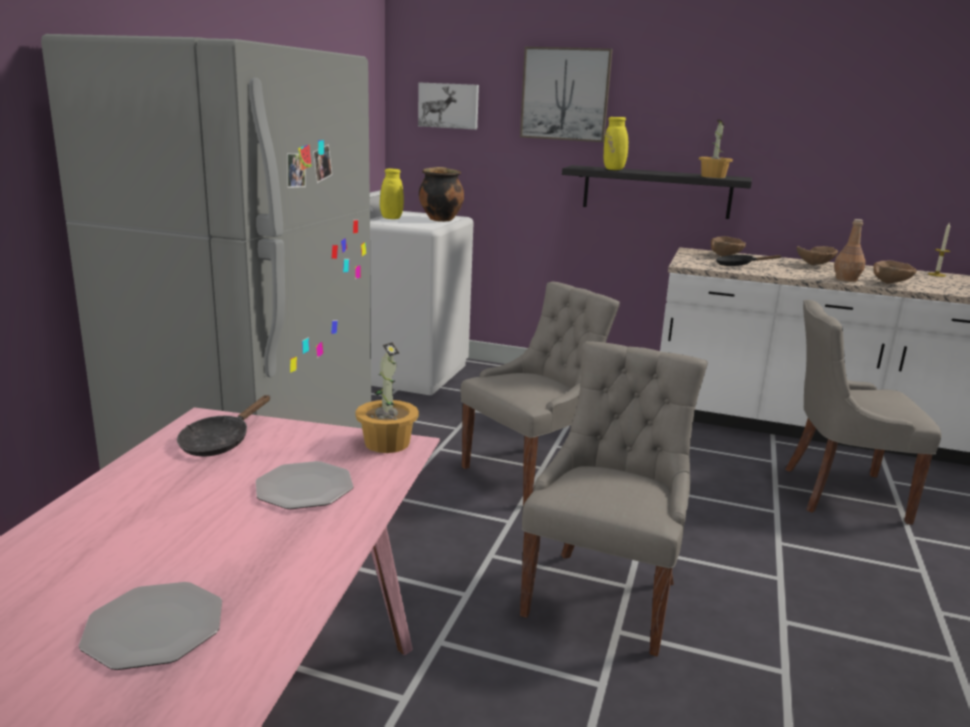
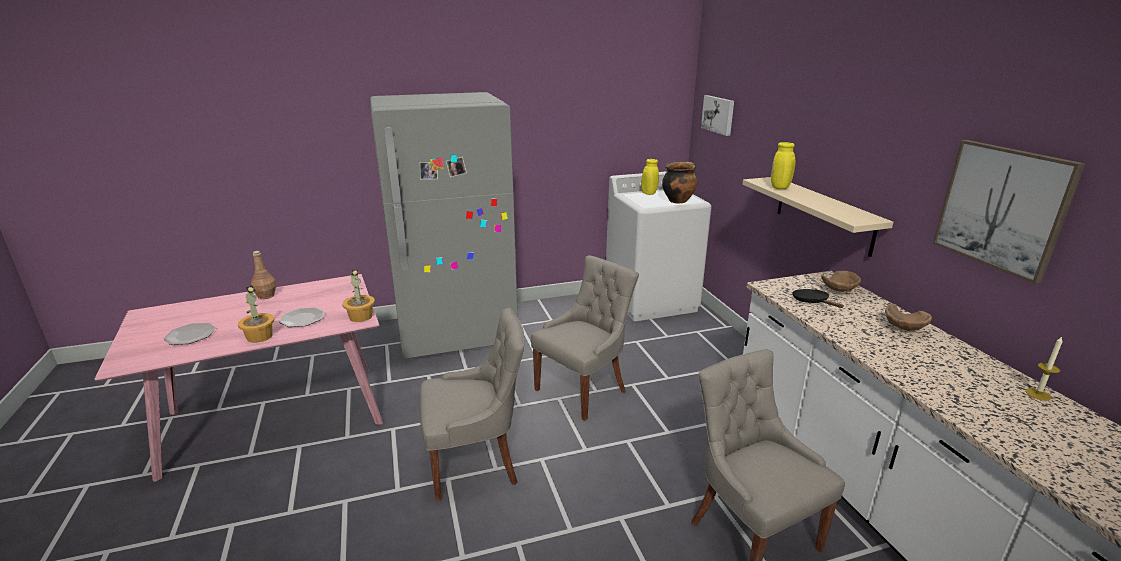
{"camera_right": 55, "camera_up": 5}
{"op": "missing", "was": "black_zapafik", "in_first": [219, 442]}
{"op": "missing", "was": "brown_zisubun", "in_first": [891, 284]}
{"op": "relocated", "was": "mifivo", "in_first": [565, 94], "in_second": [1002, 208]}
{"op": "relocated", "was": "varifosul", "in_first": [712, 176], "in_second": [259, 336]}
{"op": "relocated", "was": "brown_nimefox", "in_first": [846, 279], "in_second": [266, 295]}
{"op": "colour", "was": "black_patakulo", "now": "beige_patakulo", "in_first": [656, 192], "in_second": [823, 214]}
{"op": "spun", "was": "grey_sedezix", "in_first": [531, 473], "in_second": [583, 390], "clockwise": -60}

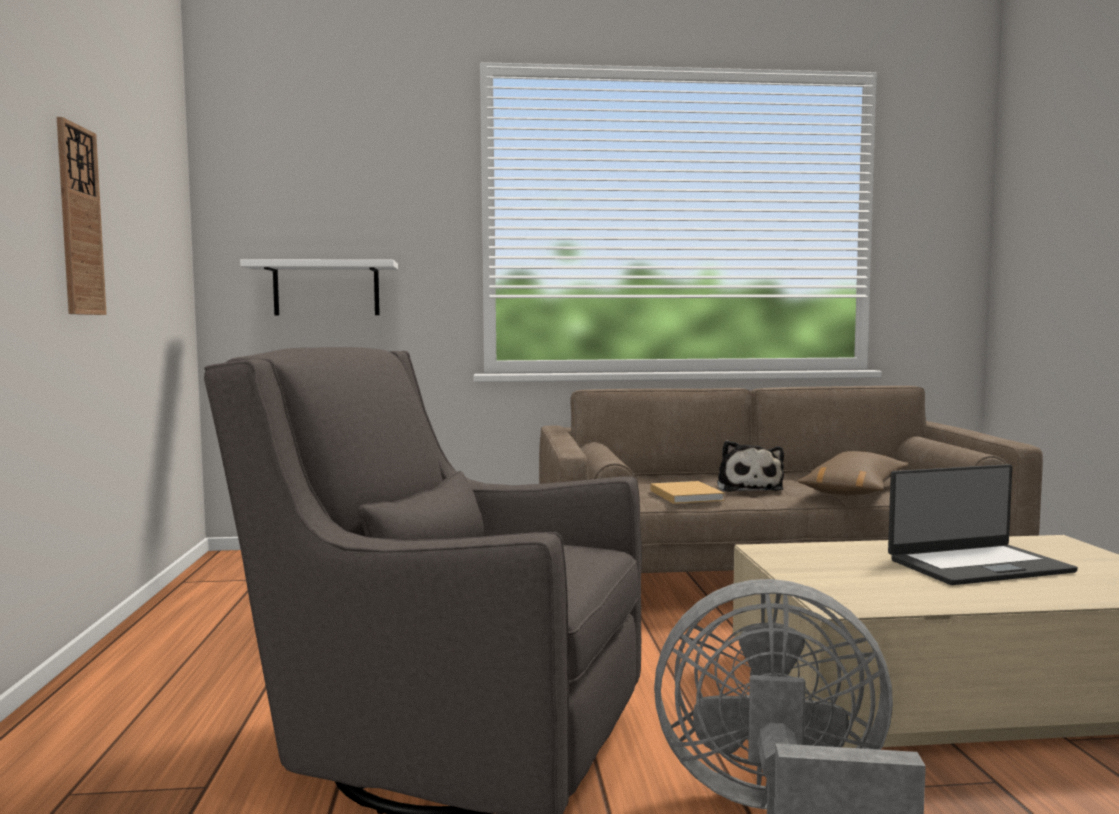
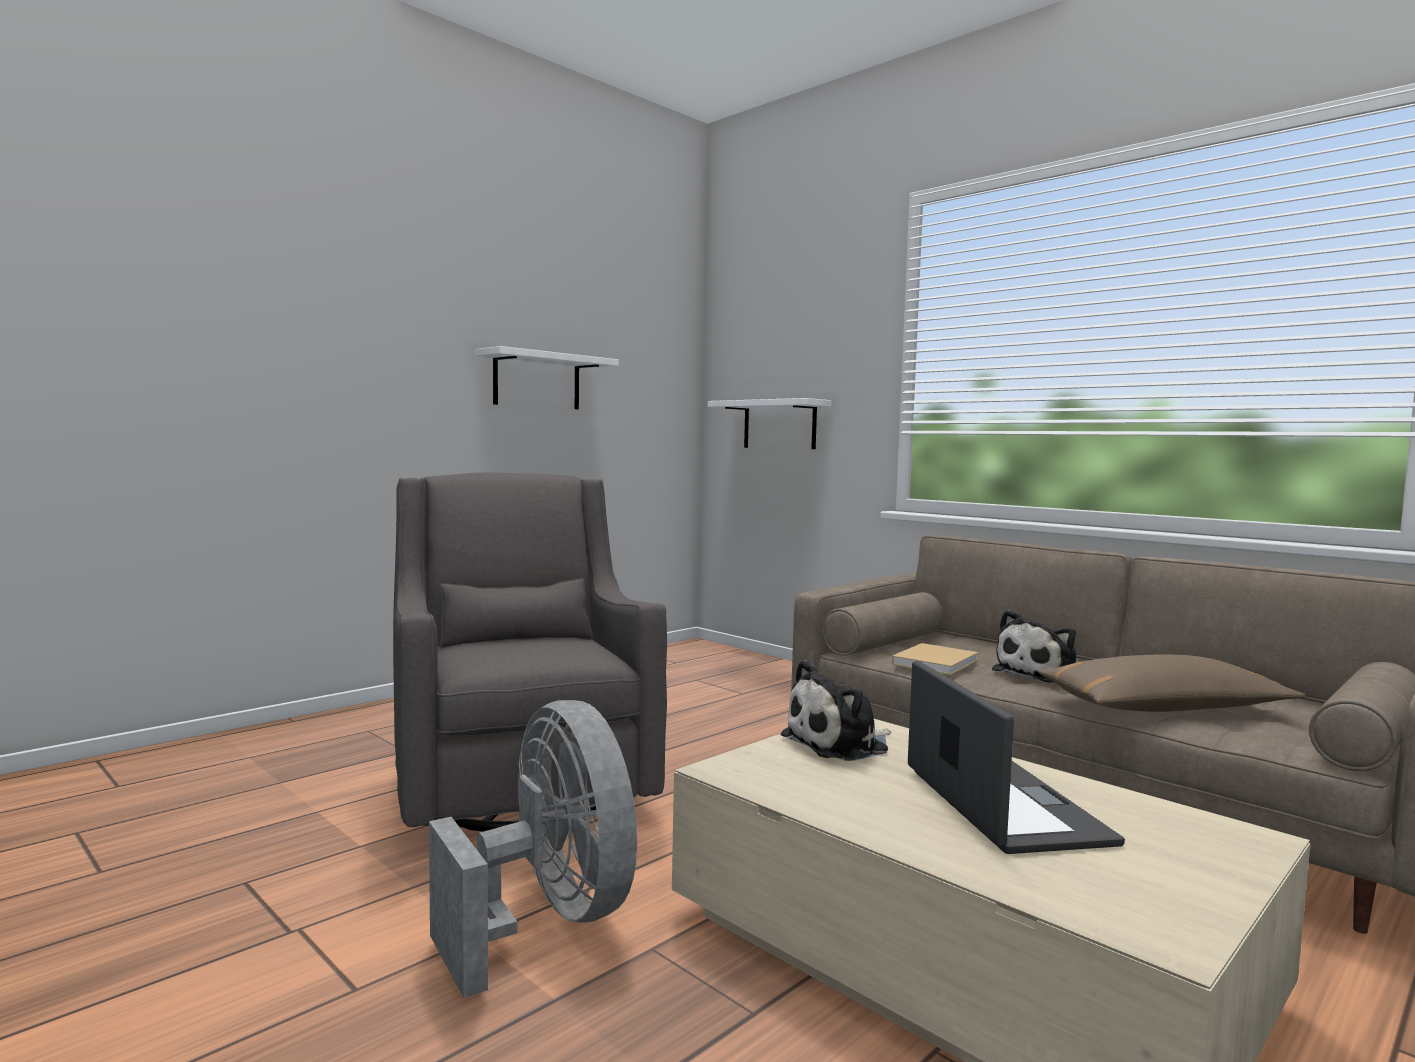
{"camera_right": 50, "camera_up": 0}
{"op": "appeared", "now": "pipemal", "in_second": [840, 744]}
{"op": "exchanged", "was": "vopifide", "now": "white_patakulo", "in_first": [79, 221], "in_second": [537, 381]}
{"op": "spun", "was": "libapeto", "in_first": [977, 565], "in_second": [1001, 806], "clockwise": -135}

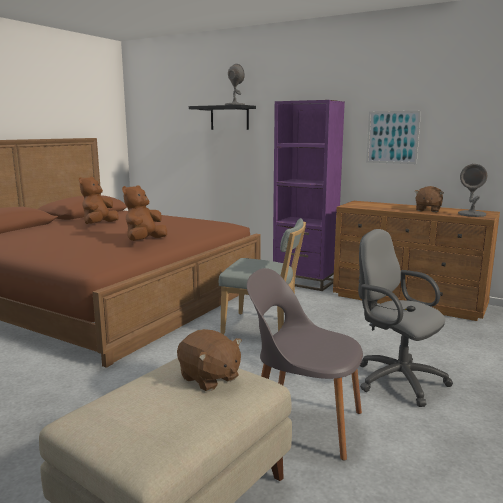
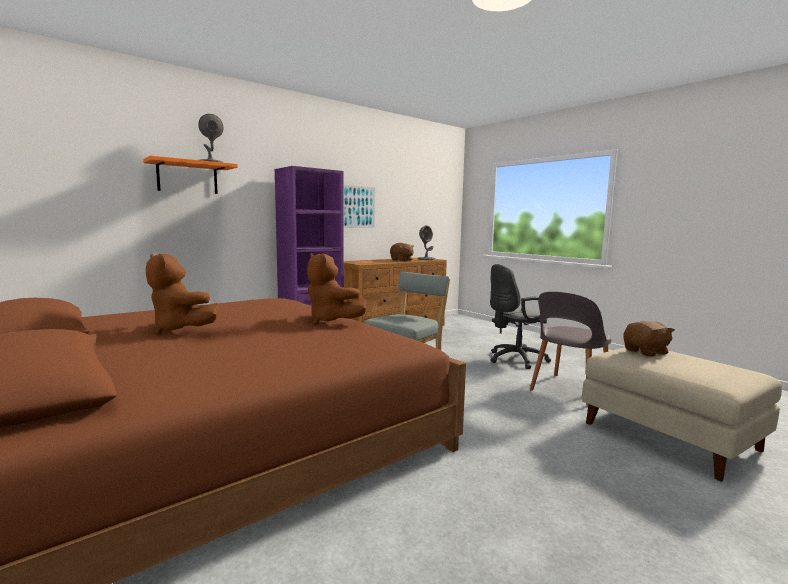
{"camera_right": -70, "camera_up": -5}
{"op": "colour", "was": "black_patakulo", "now": "orange_patakulo", "in_first": [229, 118], "in_second": [187, 177]}

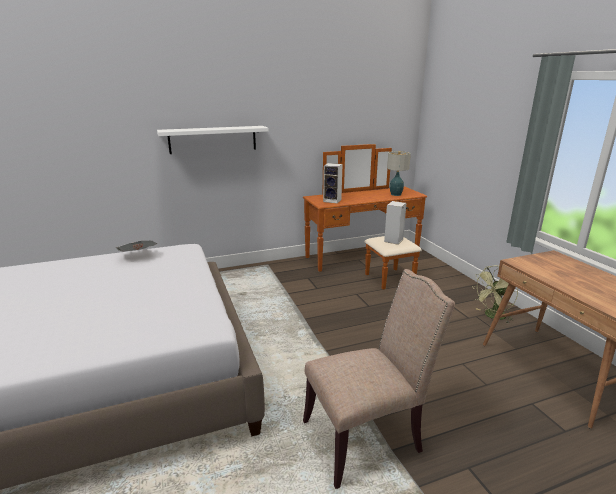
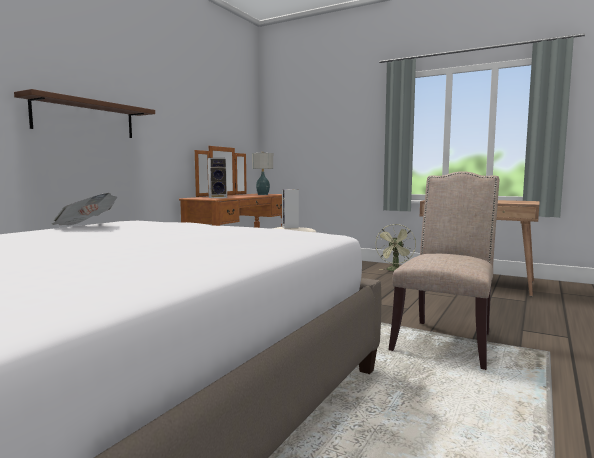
{"camera_right": -40, "camera_up": -15}
{"op": "colour", "was": "white_patakulo", "now": "brown_patakulo", "in_first": [213, 139], "in_second": [85, 118]}

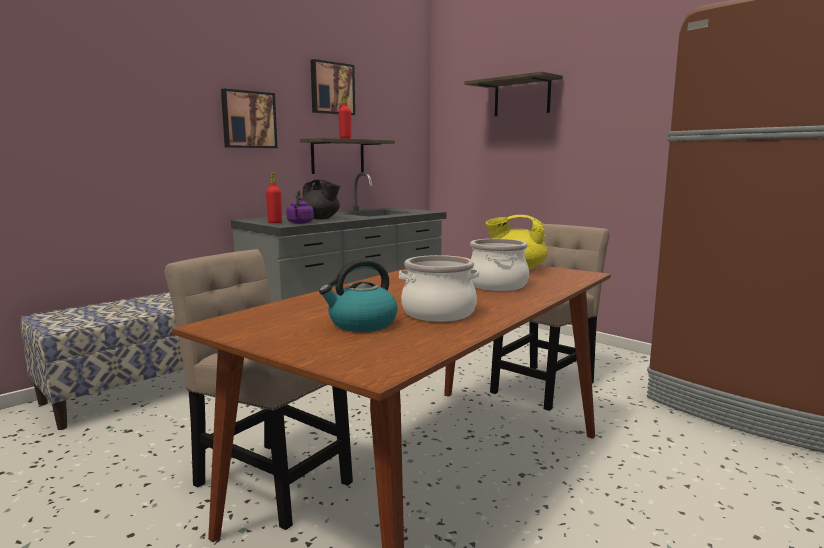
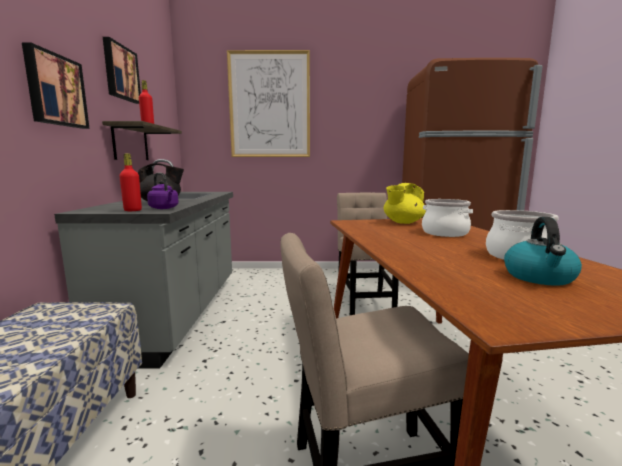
{"camera_right": -45, "camera_up": 0}
{"op": "exchanged", "was": "patakulo", "now": "mifivo", "in_first": [522, 97], "in_second": [269, 105]}

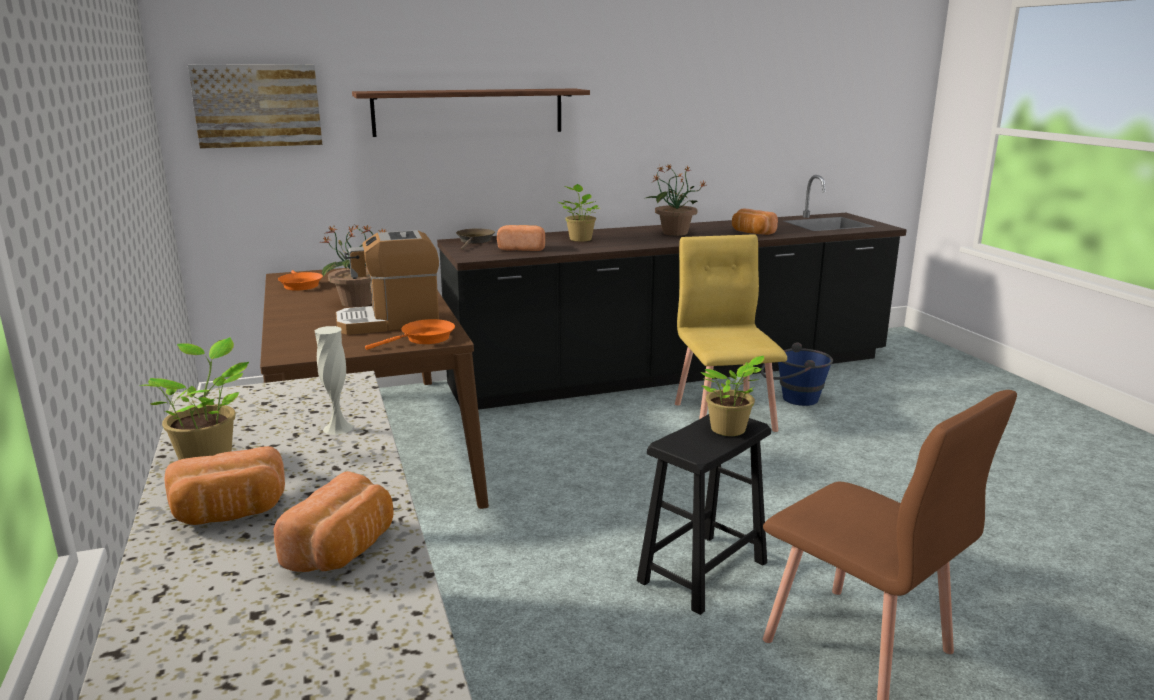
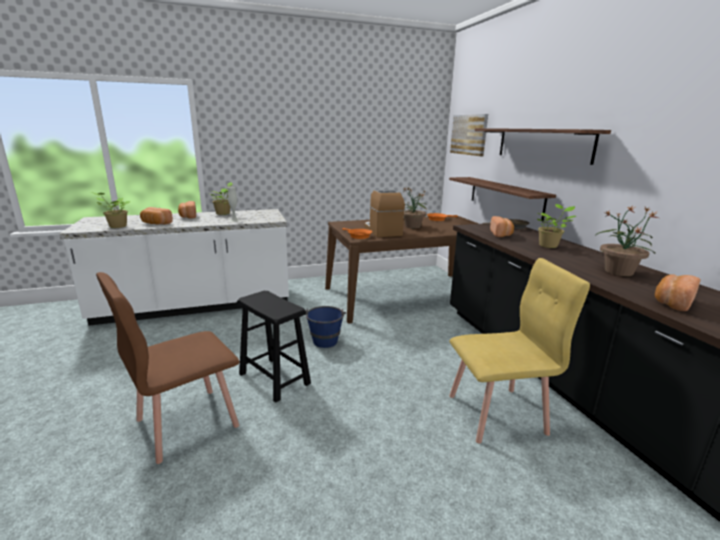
{"camera_right": 90, "camera_up": 0}
{"op": "appeared", "now": "patakulo", "in_second": [505, 197]}
{"op": "relocated", "was": "varifosul", "in_first": [730, 430], "in_second": [116, 226]}
{"op": "relocated", "was": "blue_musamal", "in_first": [792, 399], "in_second": [325, 339]}

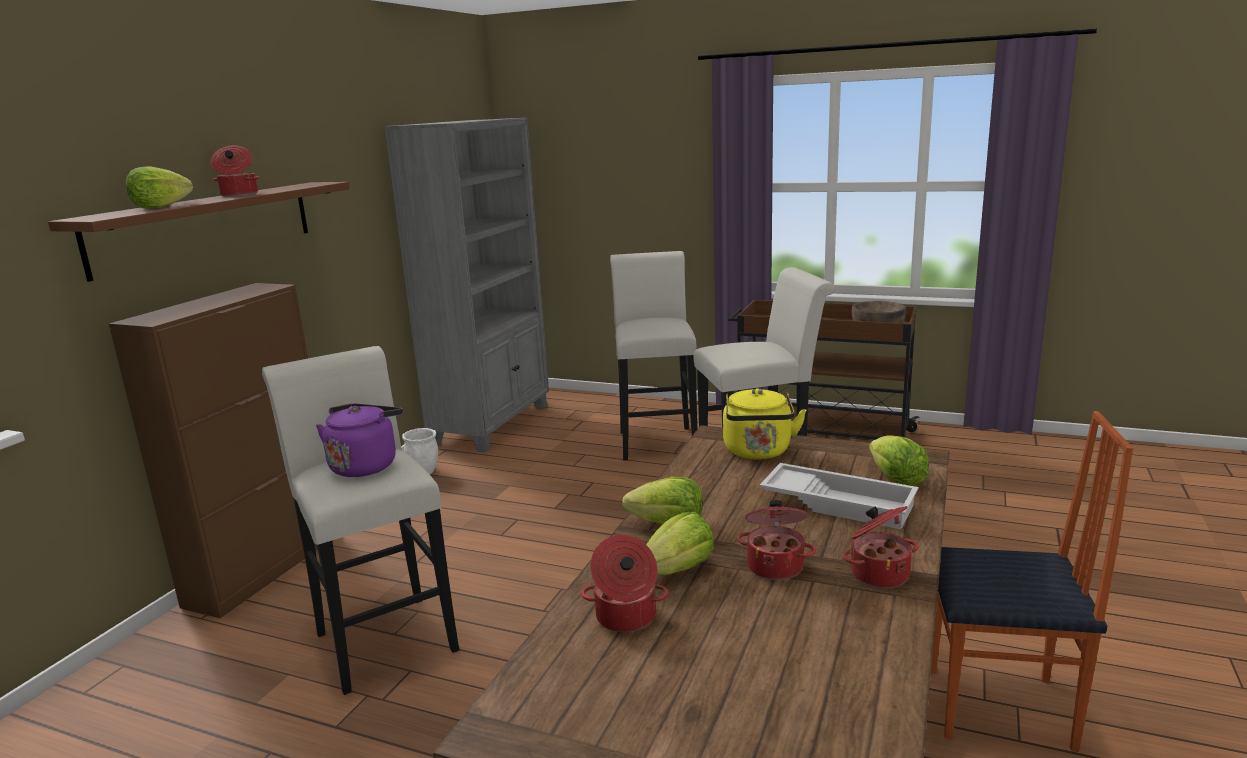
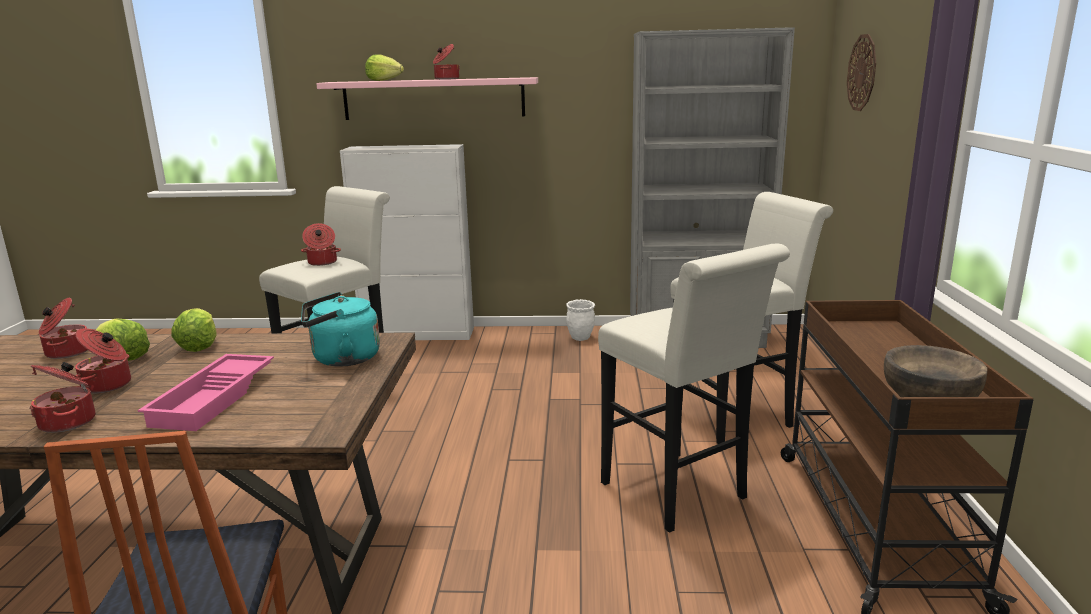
{"camera_right": 70, "camera_up": 0}
{"op": "missing", "was": "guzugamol", "in_first": [895, 479]}
{"op": "appeared", "now": "vopifide", "in_second": [862, 72]}
{"op": "exchanged", "was": "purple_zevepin", "now": "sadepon", "in_first": [365, 465], "in_second": [322, 262]}
{"op": "colour", "was": "brown_patakulo", "now": "pink_patakulo", "in_first": [206, 226], "in_second": [433, 99]}
{"op": "colour", "was": "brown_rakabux", "now": "white_rakabux", "in_first": [266, 568], "in_second": [418, 334]}
{"op": "colour", "was": "yellow_zevepin", "now": "turquoise_zevepin", "in_first": [758, 452], "in_second": [342, 359]}
{"op": "colour", "was": "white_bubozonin", "now": "pink_bubozonin", "in_first": [839, 503], "in_second": [215, 399]}

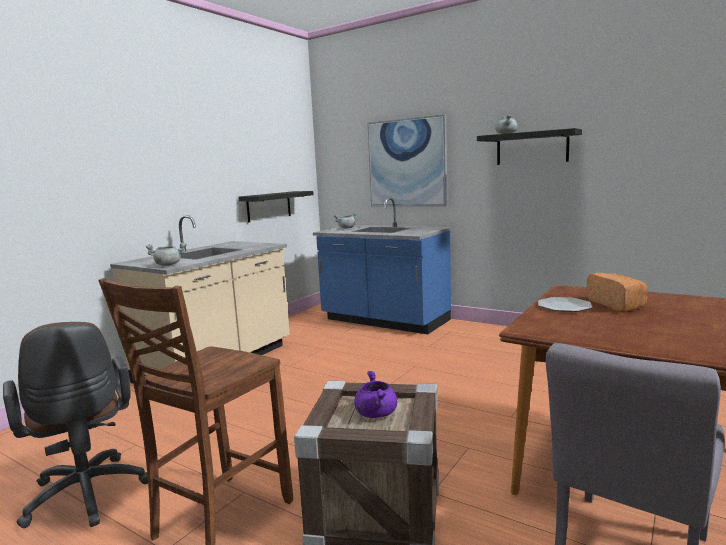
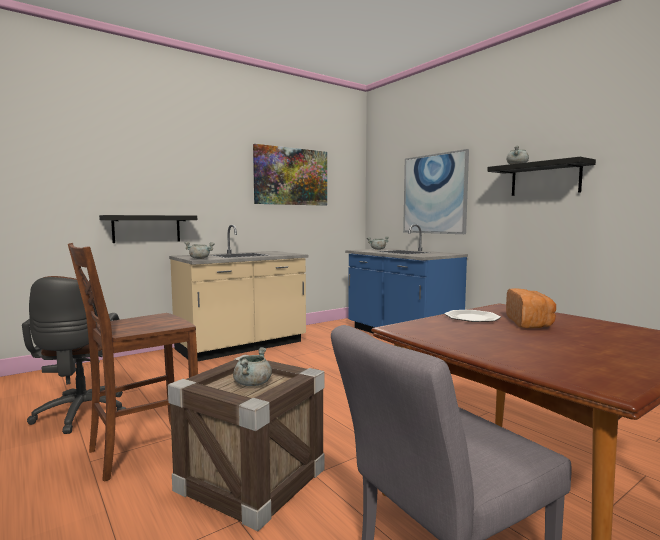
{"camera_right": 20, "camera_up": -5}
{"op": "appeared", "now": "mifivo", "in_second": [291, 176]}
{"op": "relocated", "was": "black_patakulo", "in_first": [269, 206], "in_second": [146, 228]}
{"op": "colour", "was": "purple_sadepon", "now": "grey_sadepon", "in_first": [375, 413], "in_second": [252, 383]}

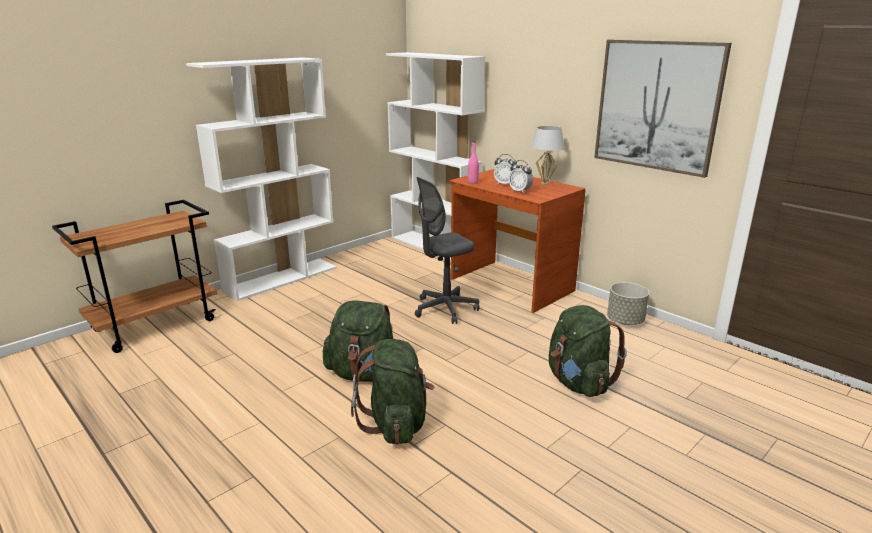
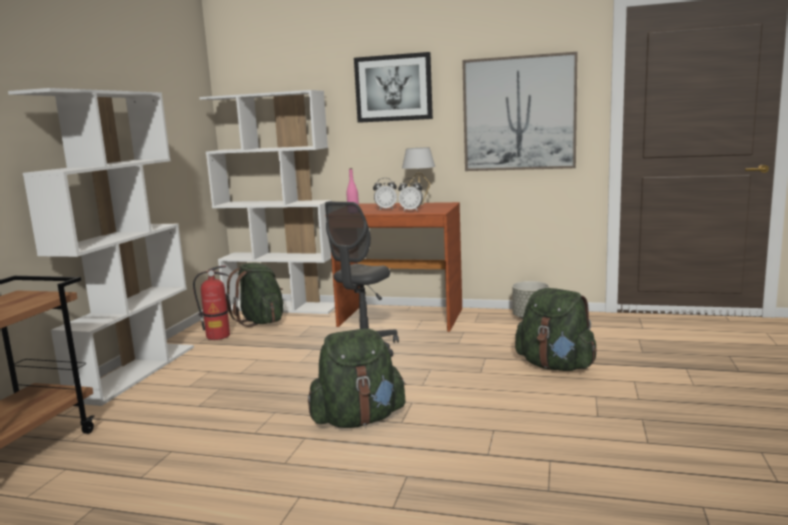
{"camera_right": -30, "camera_up": -10}
{"op": "appeared", "now": "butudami", "in_second": [218, 336]}
{"op": "appeared", "now": "mifivo", "in_second": [393, 88]}
{"op": "relocated", "was": "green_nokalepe", "in_first": [396, 423], "in_second": [261, 322]}

